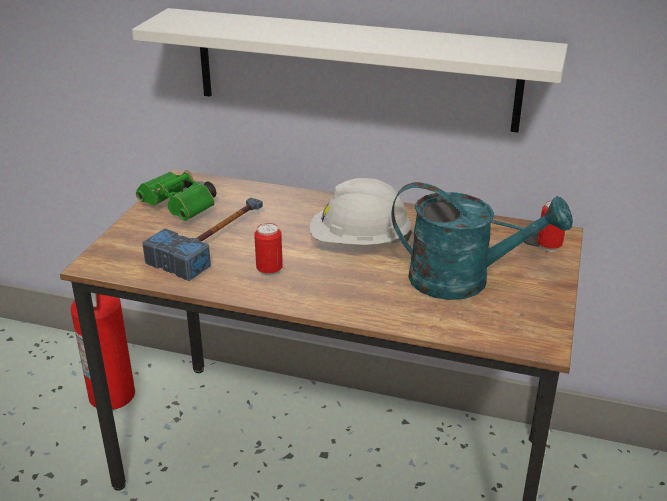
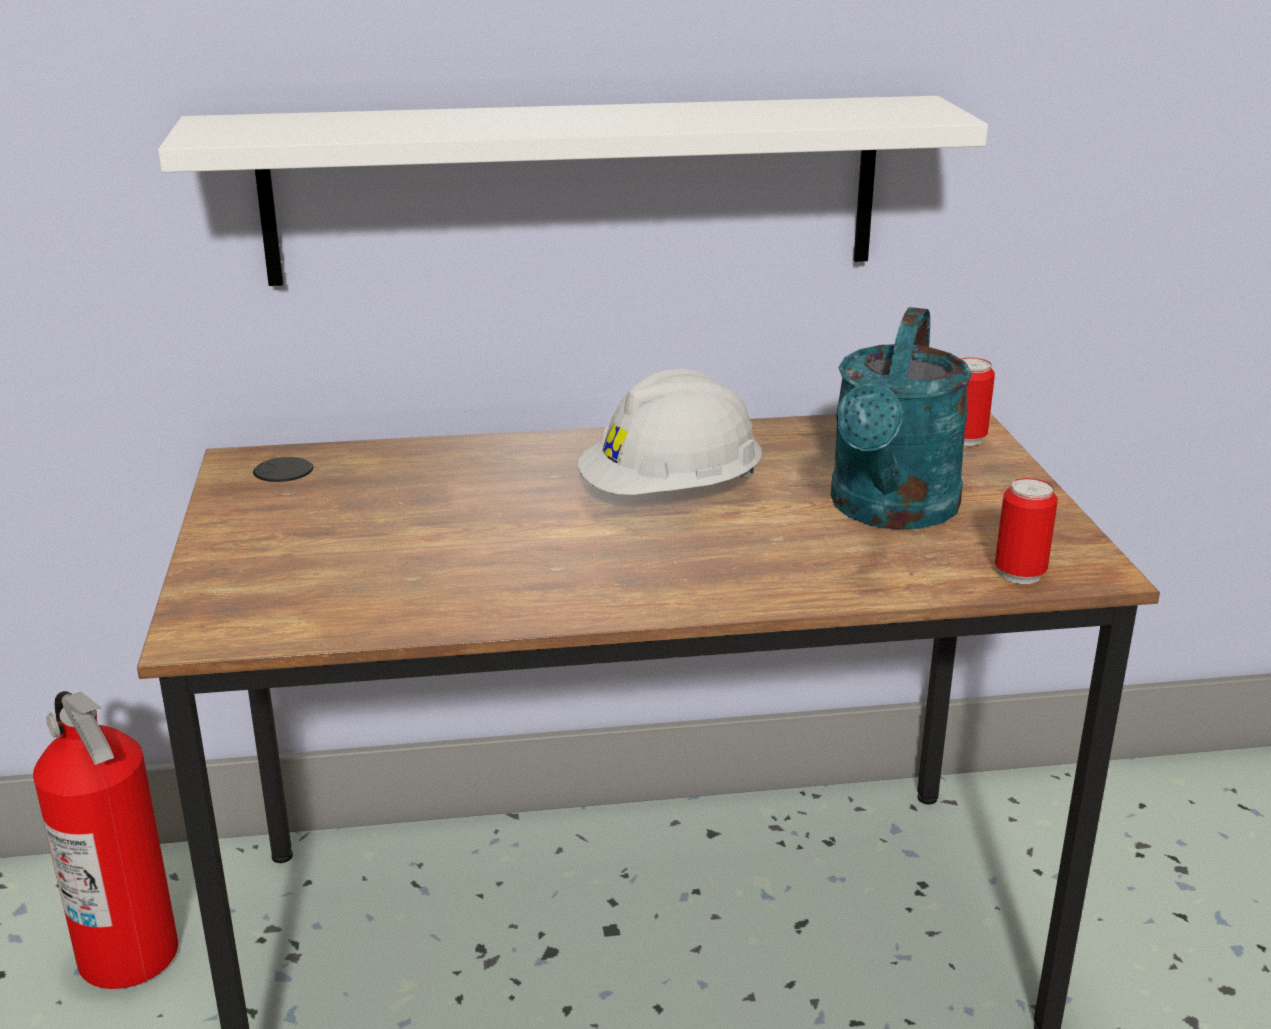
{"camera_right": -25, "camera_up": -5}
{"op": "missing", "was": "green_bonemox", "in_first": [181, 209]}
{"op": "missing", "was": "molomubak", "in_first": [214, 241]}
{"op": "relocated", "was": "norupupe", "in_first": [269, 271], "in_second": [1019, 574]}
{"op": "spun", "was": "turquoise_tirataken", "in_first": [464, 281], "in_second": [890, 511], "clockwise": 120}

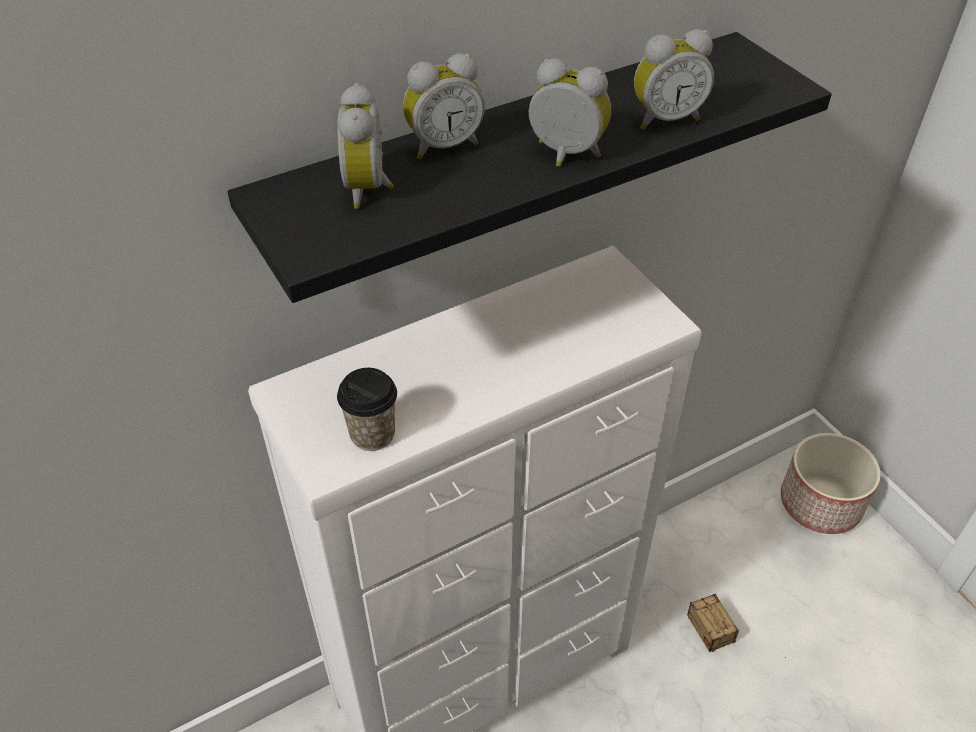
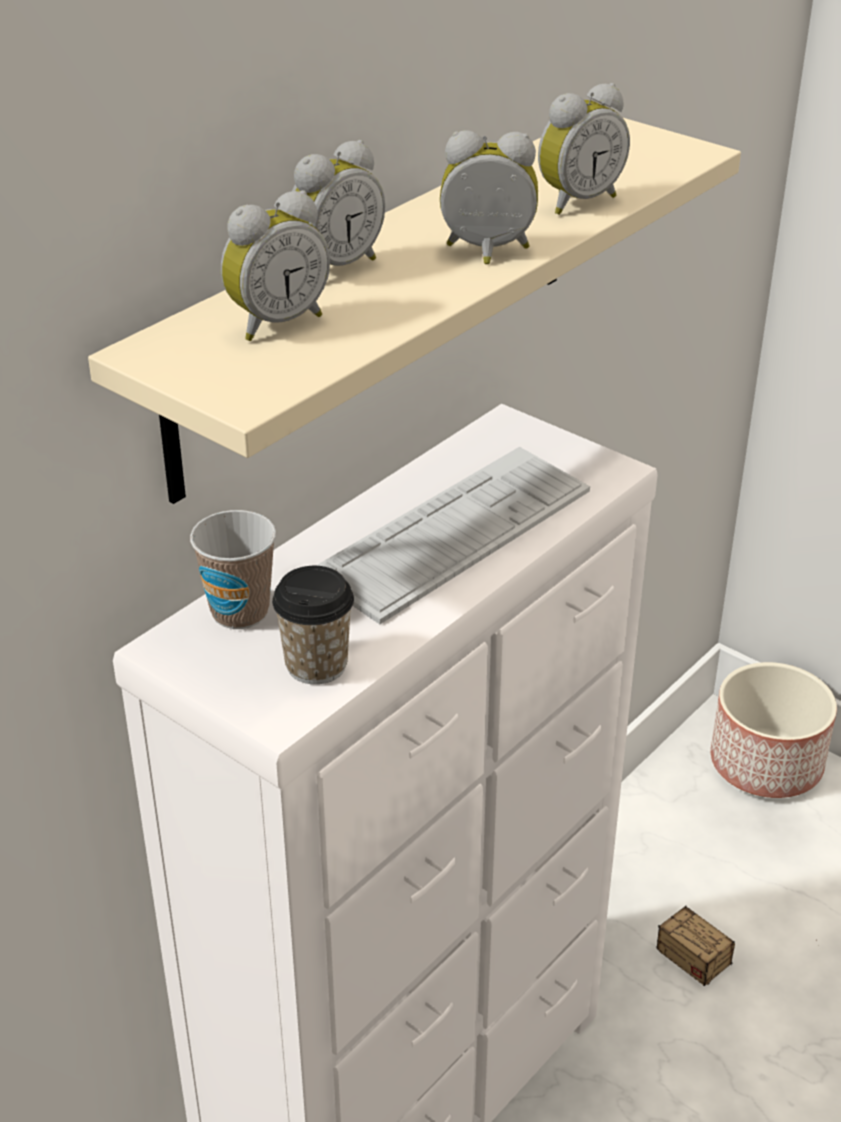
{"camera_right": -20, "camera_up": -10}
{"op": "appeared", "now": "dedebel", "in_second": [240, 612]}
{"op": "appeared", "now": "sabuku", "in_second": [454, 534]}
{"op": "colour", "was": "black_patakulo", "now": "beige_patakulo", "in_first": [507, 163], "in_second": [381, 298]}
{"op": "spun", "was": "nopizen", "in_first": [370, 189], "in_second": [275, 322], "clockwise": -105}

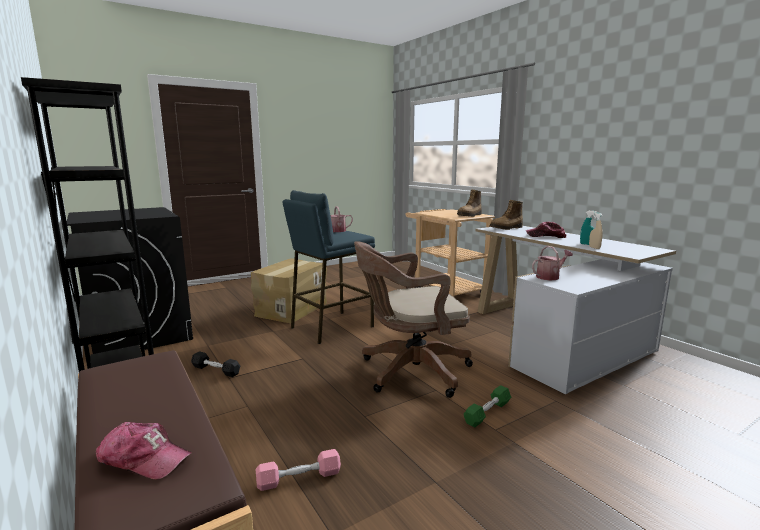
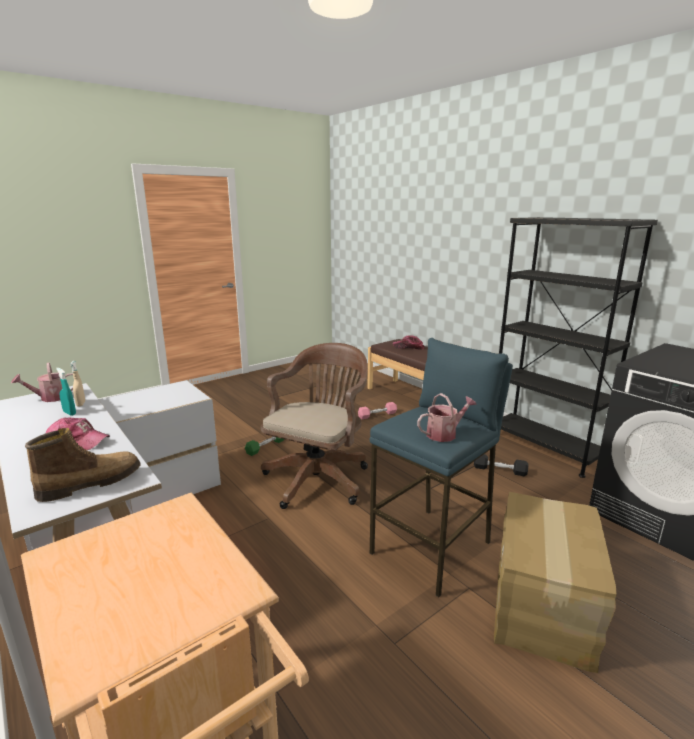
{"camera_right": 175, "camera_up": 5}
{"op": "missing", "was": "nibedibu", "in_first": [470, 216]}
{"op": "relocated", "was": "tirataken", "in_first": [550, 277], "in_second": [50, 398]}
{"op": "spun", "was": "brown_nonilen", "in_first": [409, 372], "in_second": [319, 477], "clockwise": -45}

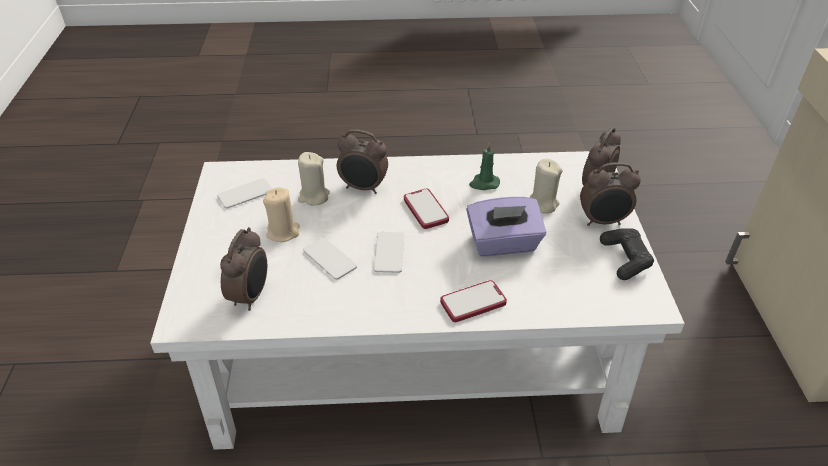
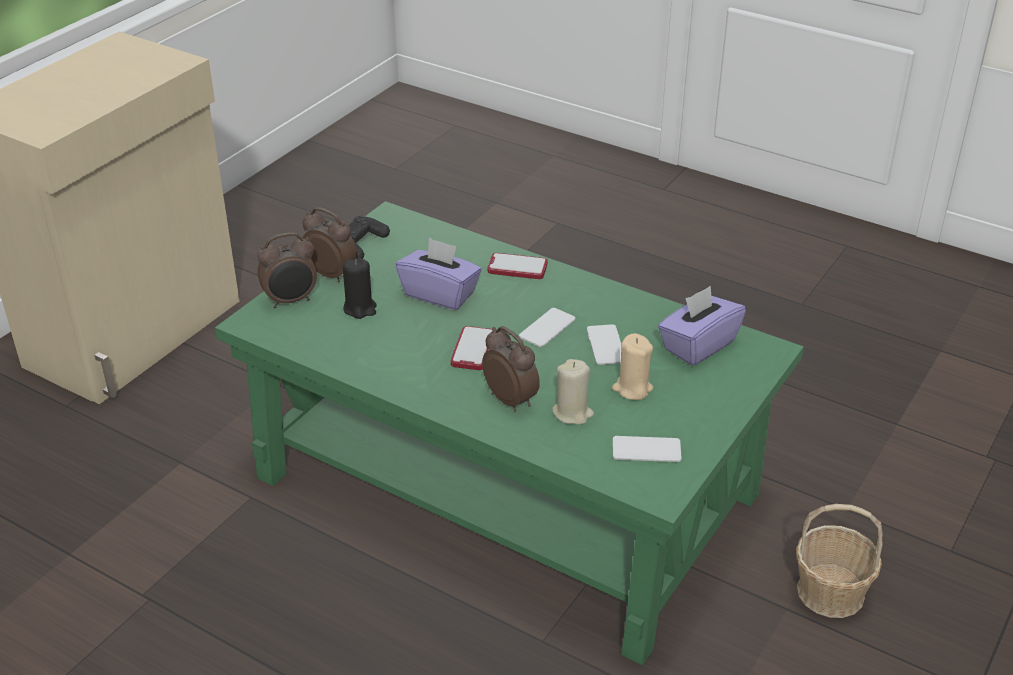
{"camera_right": -145, "camera_up": -5}
{"op": "missing", "was": "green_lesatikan", "in_first": [484, 183]}
{"op": "appeared", "now": "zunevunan", "in_second": [831, 592]}
{"op": "exchanged", "was": "nopizen", "now": "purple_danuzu", "in_first": [251, 296], "in_second": [698, 345]}
{"op": "colour", "was": "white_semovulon", "now": "green_semovulon", "in_first": [415, 346], "in_second": [504, 486]}
{"op": "colour", "was": "beige_lesatikan", "now": "black_lesatikan", "in_first": [542, 204], "in_second": [360, 308]}

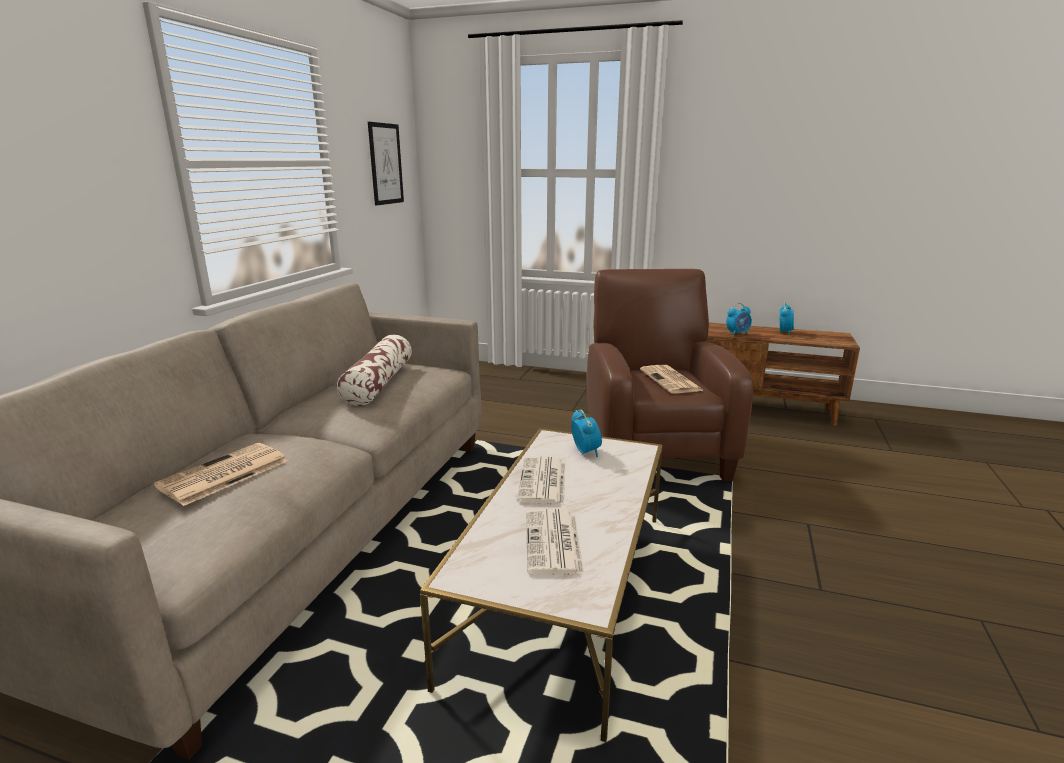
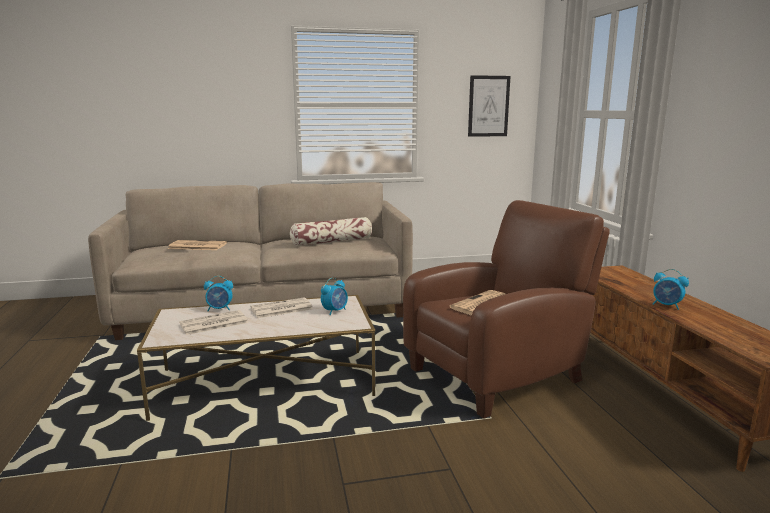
{"camera_right": 60, "camera_up": -5}
{"op": "relocated", "was": "nopizen", "in_first": [784, 332], "in_second": [220, 309]}

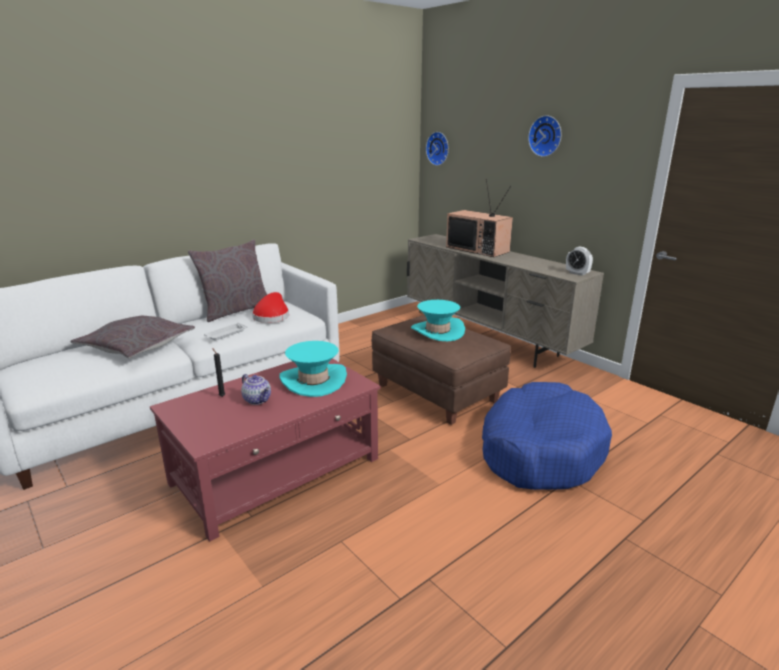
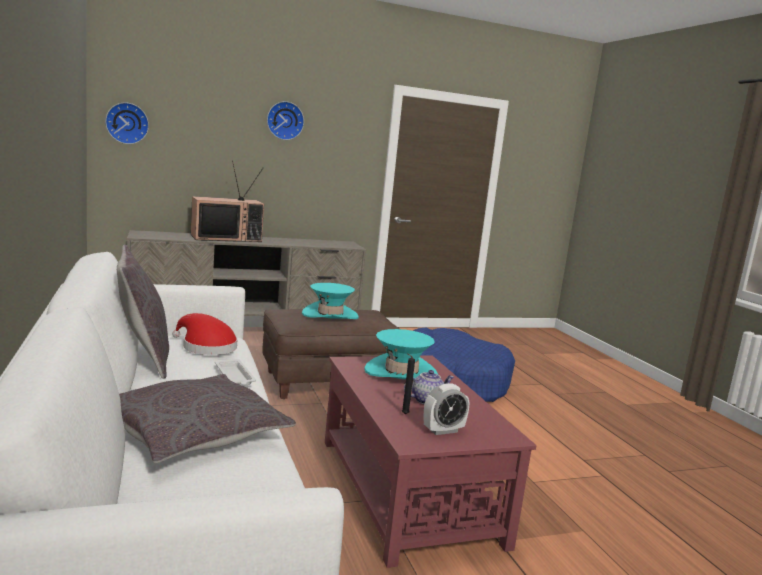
{"camera_right": -70, "camera_up": -10}
{"op": "relocated", "was": "nopizen", "in_first": [577, 273], "in_second": [443, 430]}

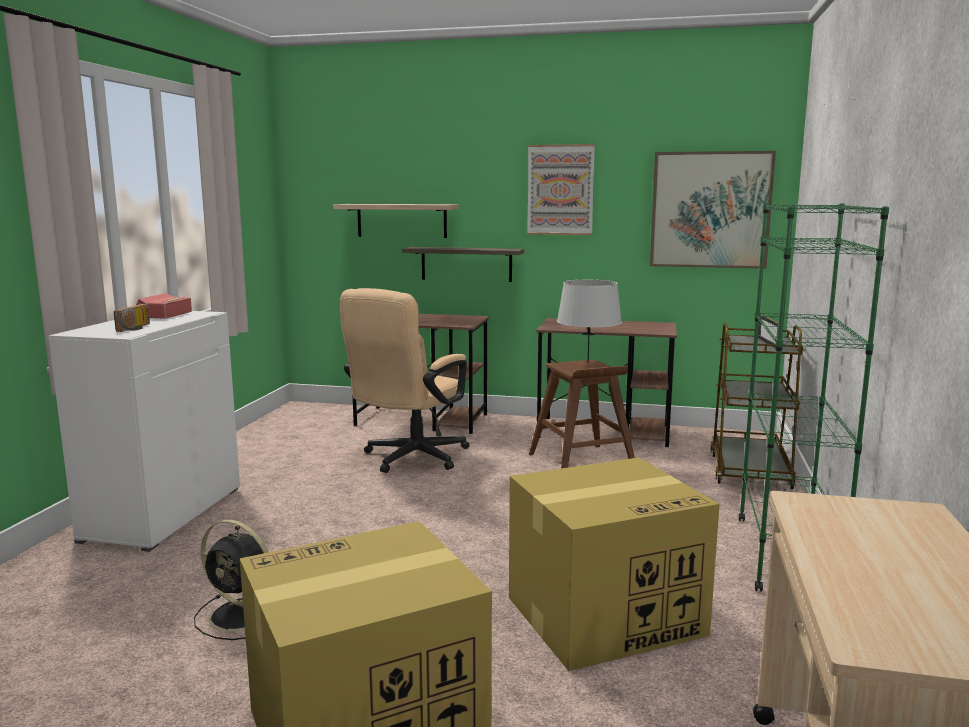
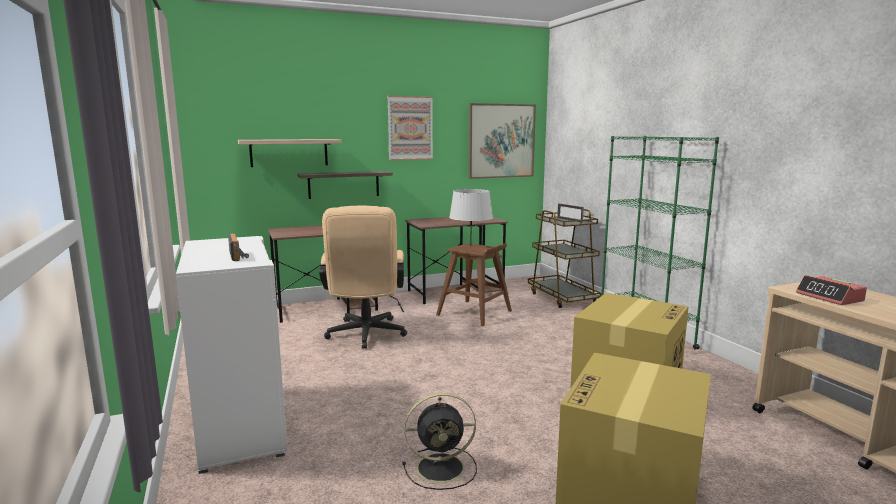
{"camera_right": -35, "camera_up": 0}
{"op": "relocated", "was": "nopizen", "in_first": [162, 315], "in_second": [830, 297]}

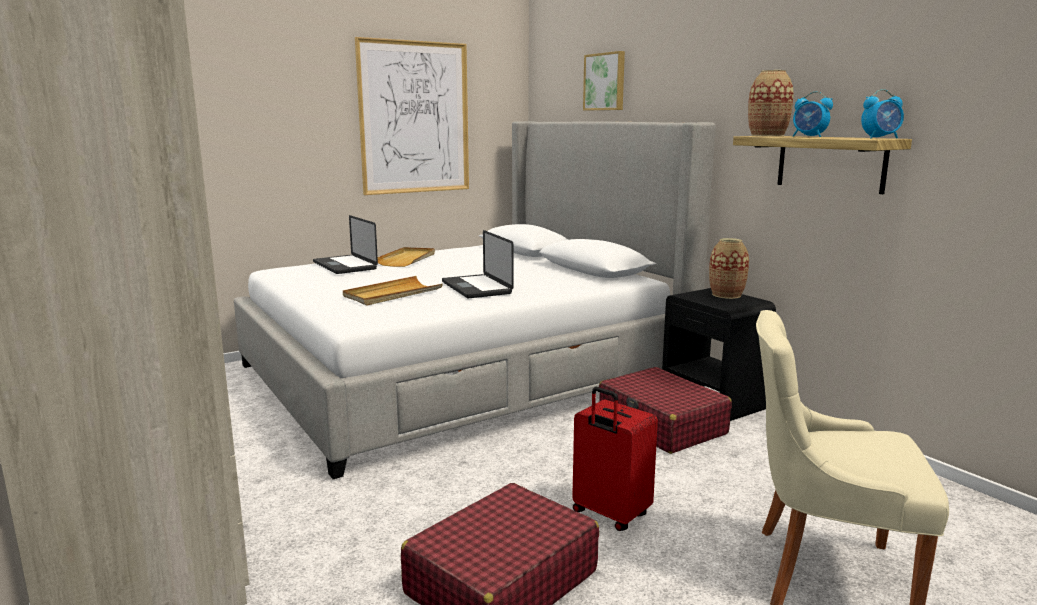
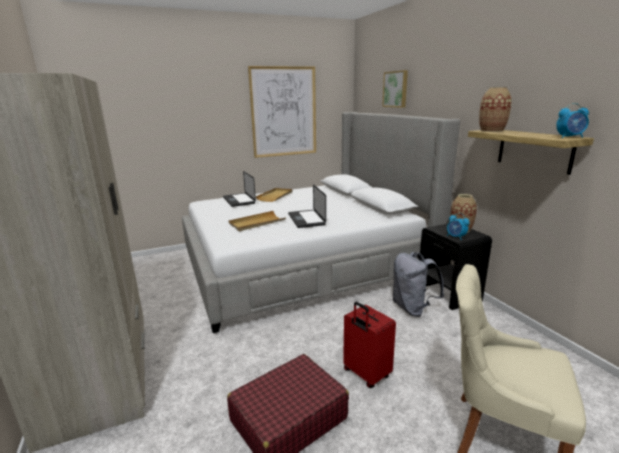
{"camera_right": 10, "camera_up": 5}
{"op": "relocated", "was": "nopizen", "in_first": [809, 136], "in_second": [456, 237]}
{"op": "exchanged", "was": "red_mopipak", "now": "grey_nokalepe", "in_first": [661, 425], "in_second": [412, 308]}

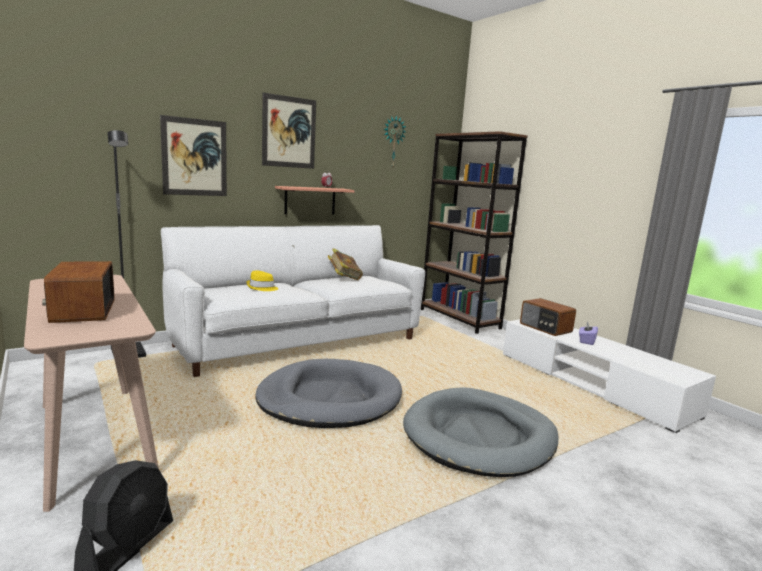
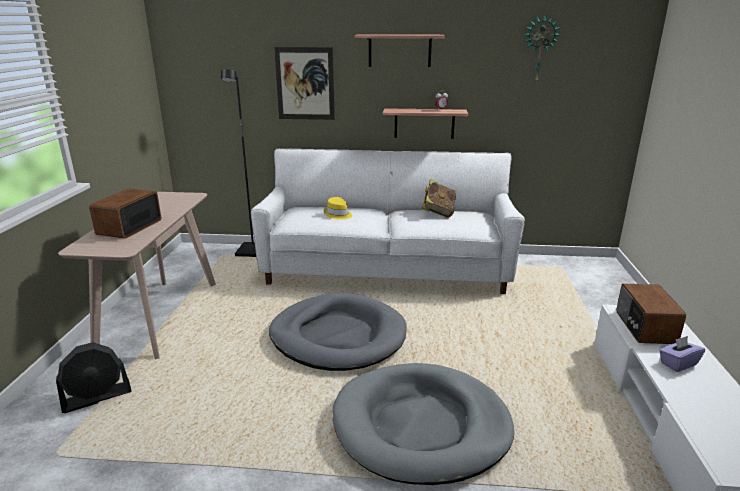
{"camera_right": 40, "camera_up": 10}
{"op": "missing", "was": "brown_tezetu", "in_first": [459, 319]}
{"op": "exchanged", "was": "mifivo", "now": "patakulo", "in_first": [289, 132], "in_second": [399, 50]}

